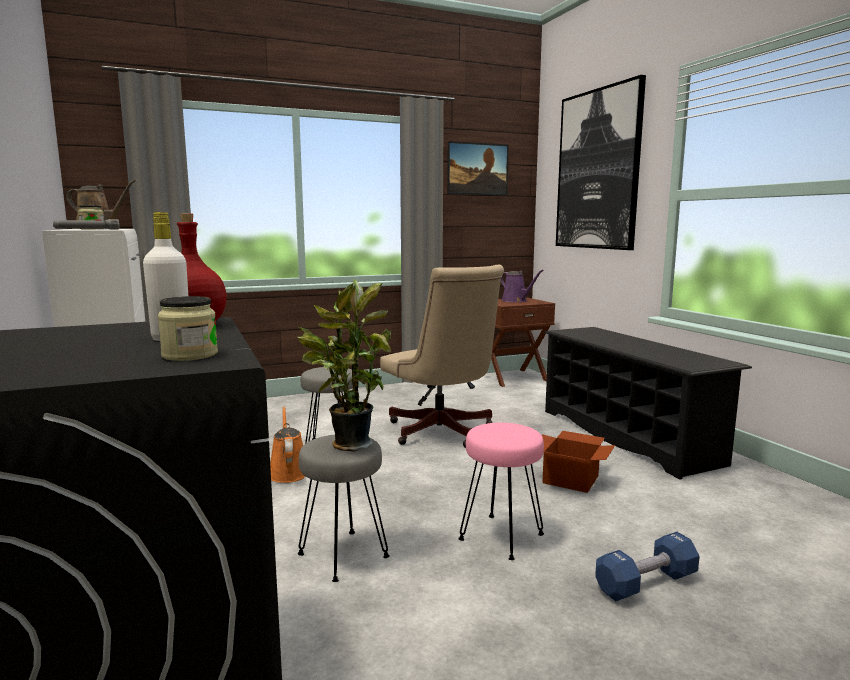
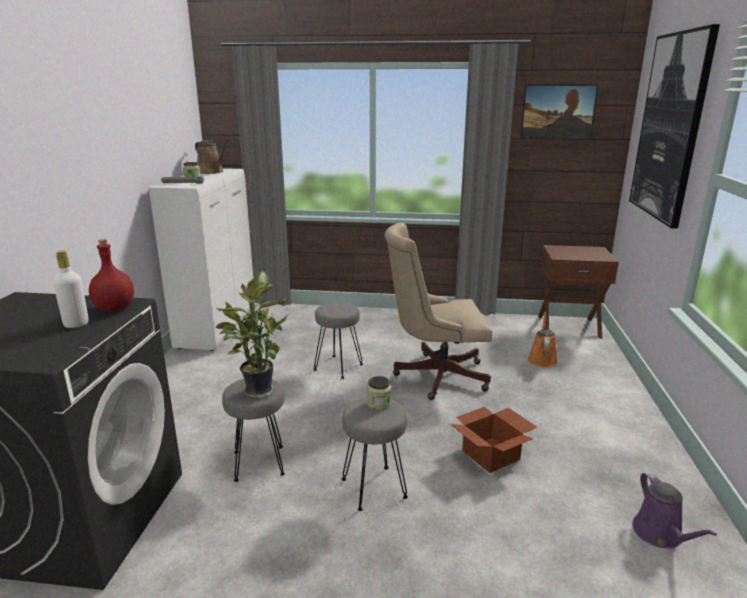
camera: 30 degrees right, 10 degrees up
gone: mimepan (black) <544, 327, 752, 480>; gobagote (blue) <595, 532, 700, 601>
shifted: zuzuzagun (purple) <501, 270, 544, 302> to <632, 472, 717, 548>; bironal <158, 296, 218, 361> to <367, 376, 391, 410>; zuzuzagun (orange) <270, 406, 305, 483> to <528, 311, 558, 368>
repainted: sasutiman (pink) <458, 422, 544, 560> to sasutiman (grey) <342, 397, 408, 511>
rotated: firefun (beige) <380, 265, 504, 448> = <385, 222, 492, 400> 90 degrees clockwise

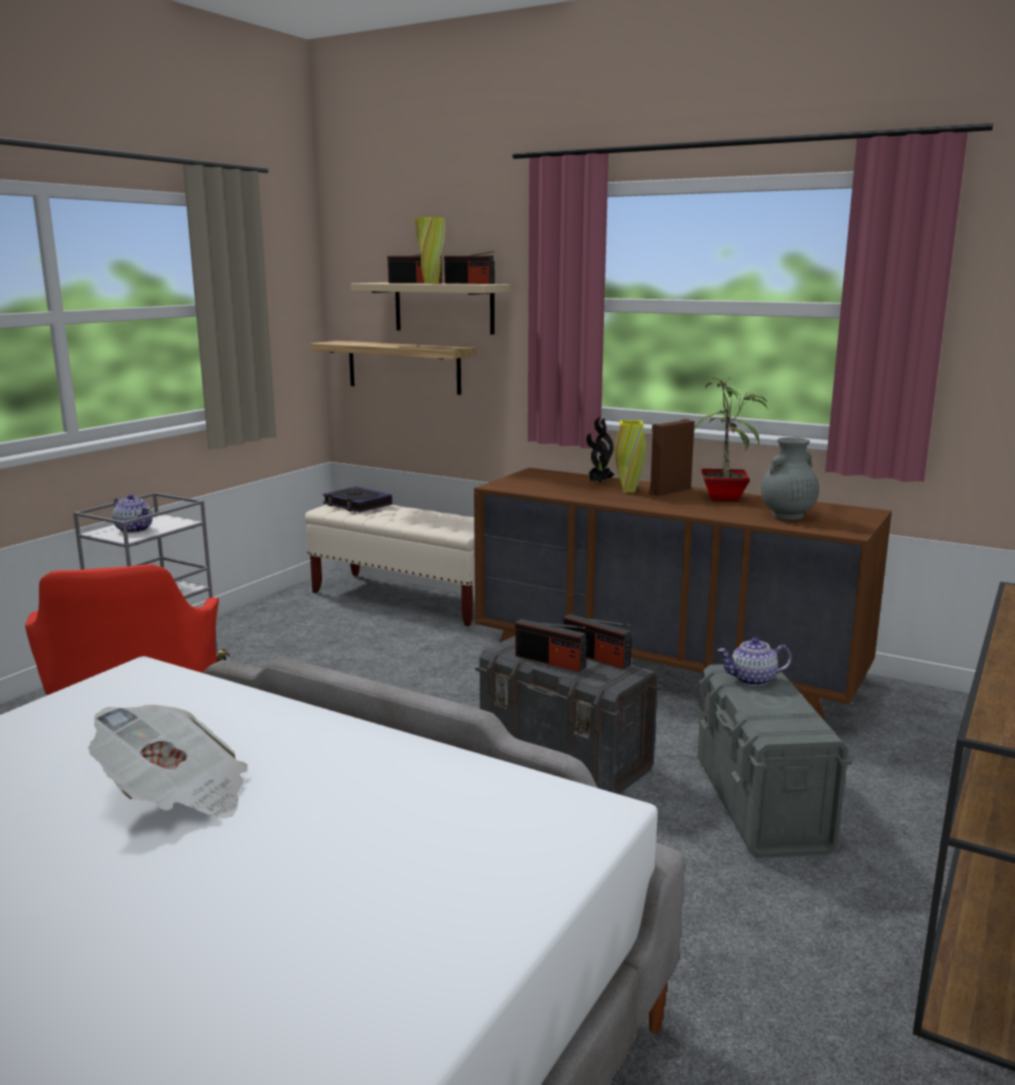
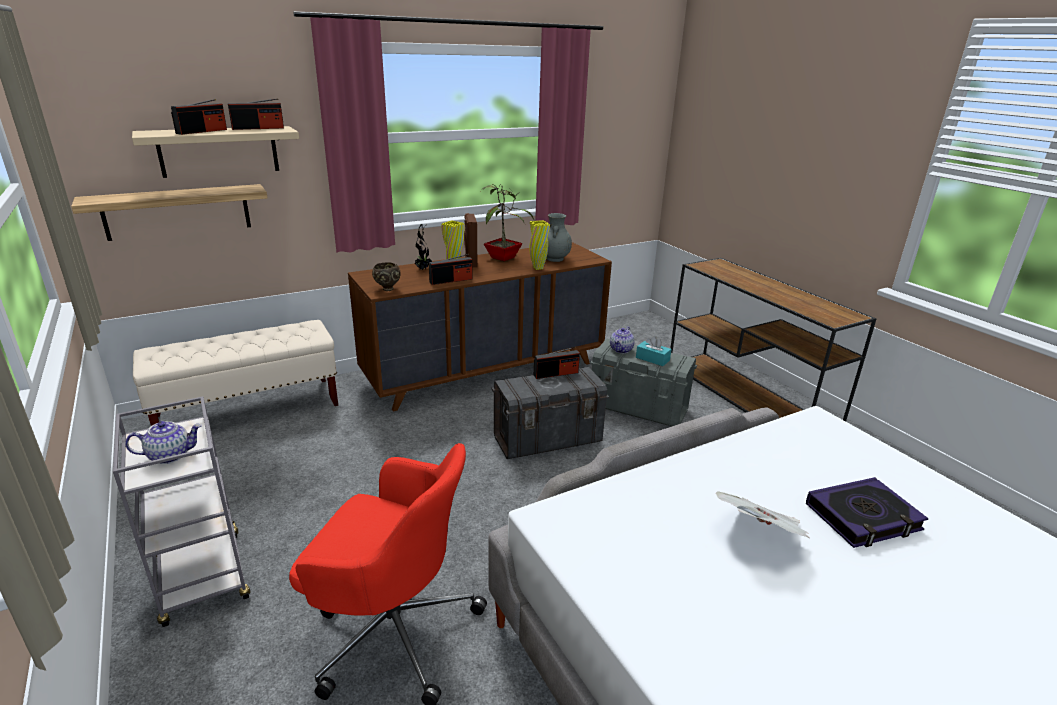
camera: 60 degrees left, 10 degrees up
new: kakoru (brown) <372, 262, 401, 291>; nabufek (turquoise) <636, 336, 671, 366>
shifted: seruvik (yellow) <415, 217, 445, 284> to <529, 220, 550, 270>; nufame <323, 487, 392, 512> to <806, 477, 929, 548>; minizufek <515, 619, 587, 672> to <429, 254, 473, 285>

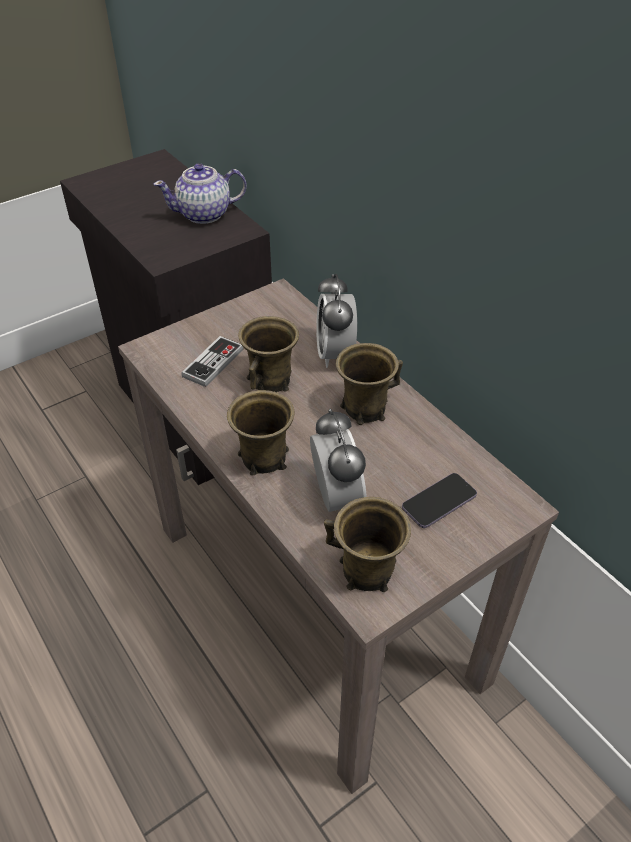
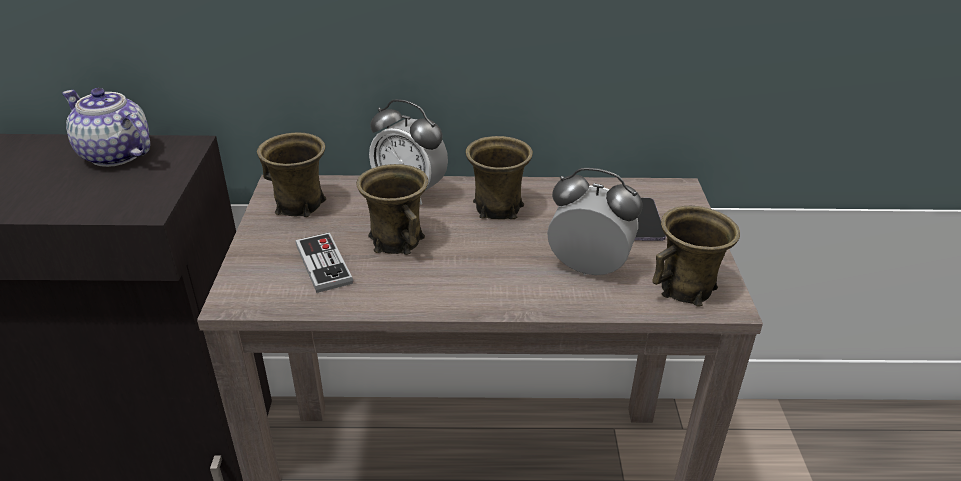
camera: 55 degrees left, 10 degrees down
shifted: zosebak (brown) <227, 390, 294, 475> to <257, 133, 326, 217>
rotated: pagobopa <153, 163, 247, 224> = <62, 88, 150, 167> 105 degrees clockwise

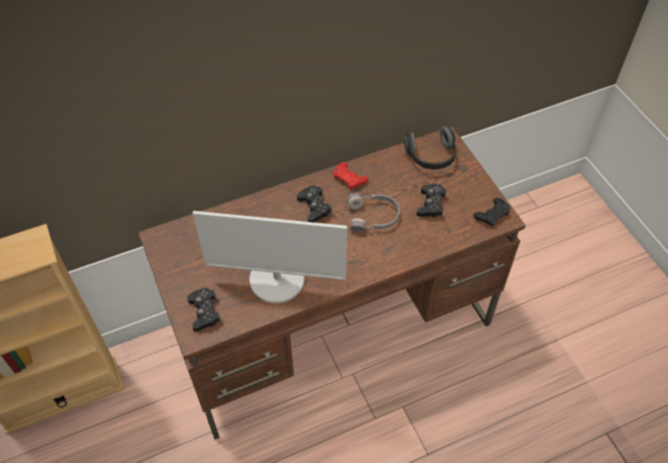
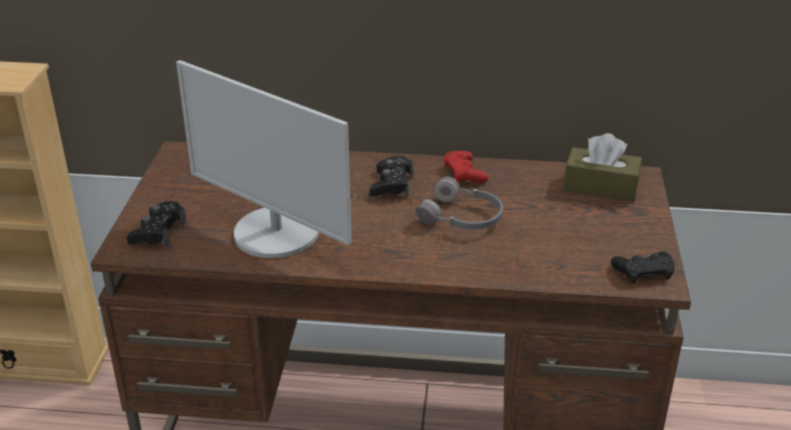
camera: 30 degrees right, 20 degrees down
gone: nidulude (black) <417, 184, 447, 217>
swapped: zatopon <404, 126, 456, 170> to nabufek (brown) <563, 133, 642, 202>

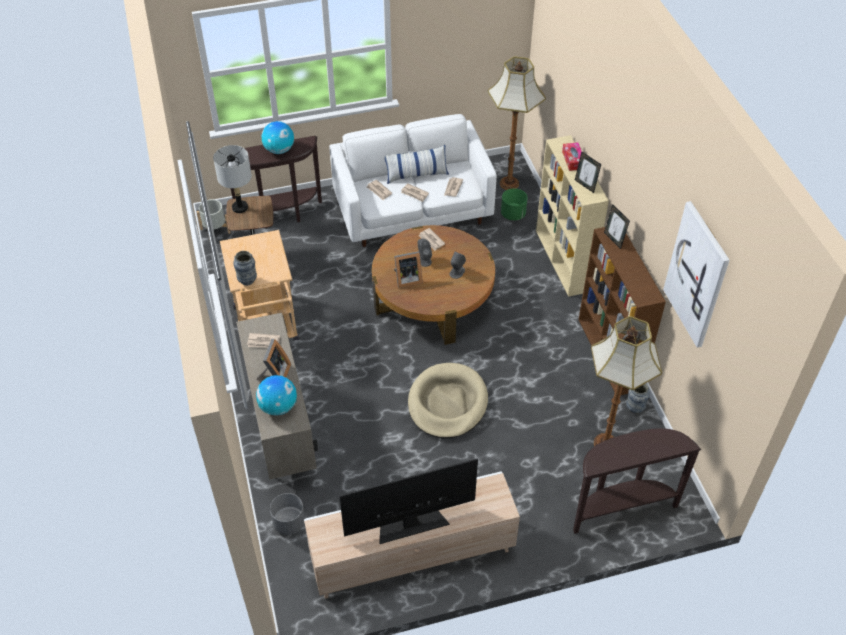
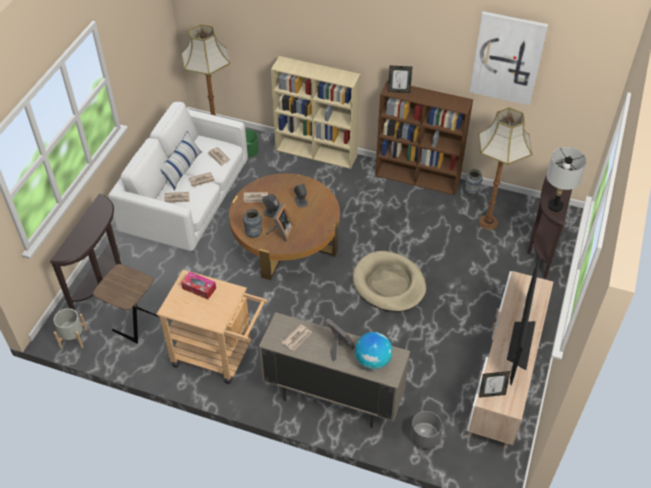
camera: 55 degrees left, 0 degrees up
gone: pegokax <262, 121, 294, 154>
shifted: nabufek <562, 142, 581, 171> to <181, 272, 216, 299>; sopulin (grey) <213, 145, 252, 213> to <547, 147, 587, 212>; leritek <575, 151, 601, 193> to <479, 371, 510, 398>; seruvik <233, 251, 257, 286> to <243, 209, 262, 238>

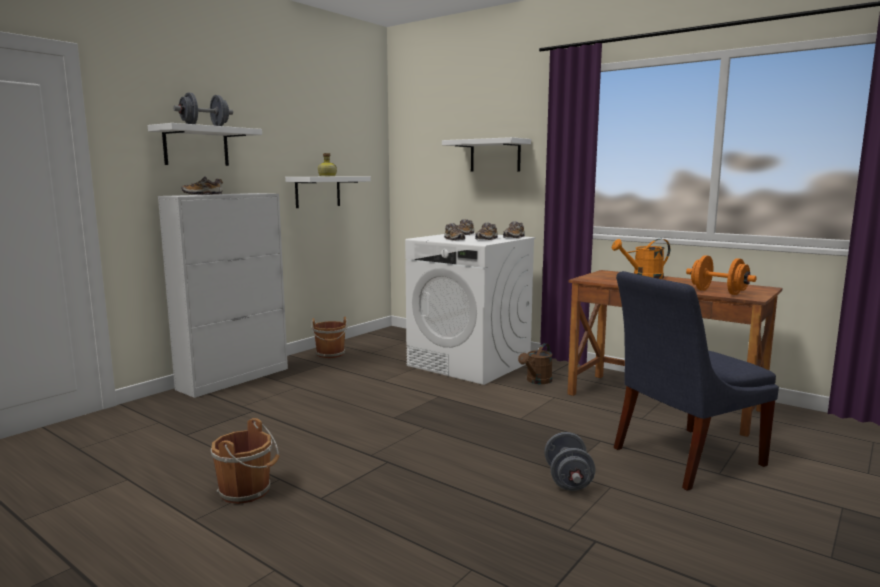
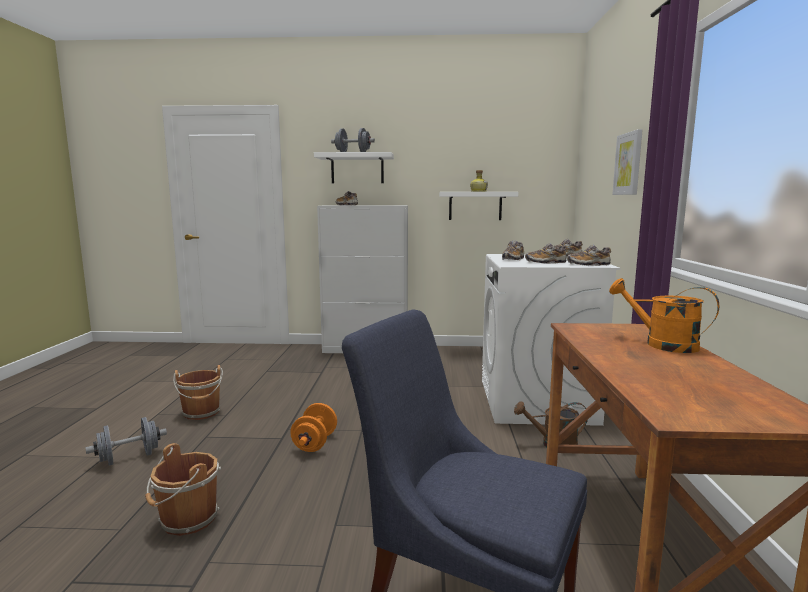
camera: 55 degrees right, 0 degrees up
shifted: gobagote (orange) <686, 255, 757, 295> to <290, 403, 337, 452>; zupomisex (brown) <311, 317, 348, 358> to <145, 443, 221, 536>; gobagote (grey) <544, 432, 596, 491> to <85, 417, 167, 466>
swapped: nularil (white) <442, 137, 531, 172> to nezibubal <612, 129, 643, 195>

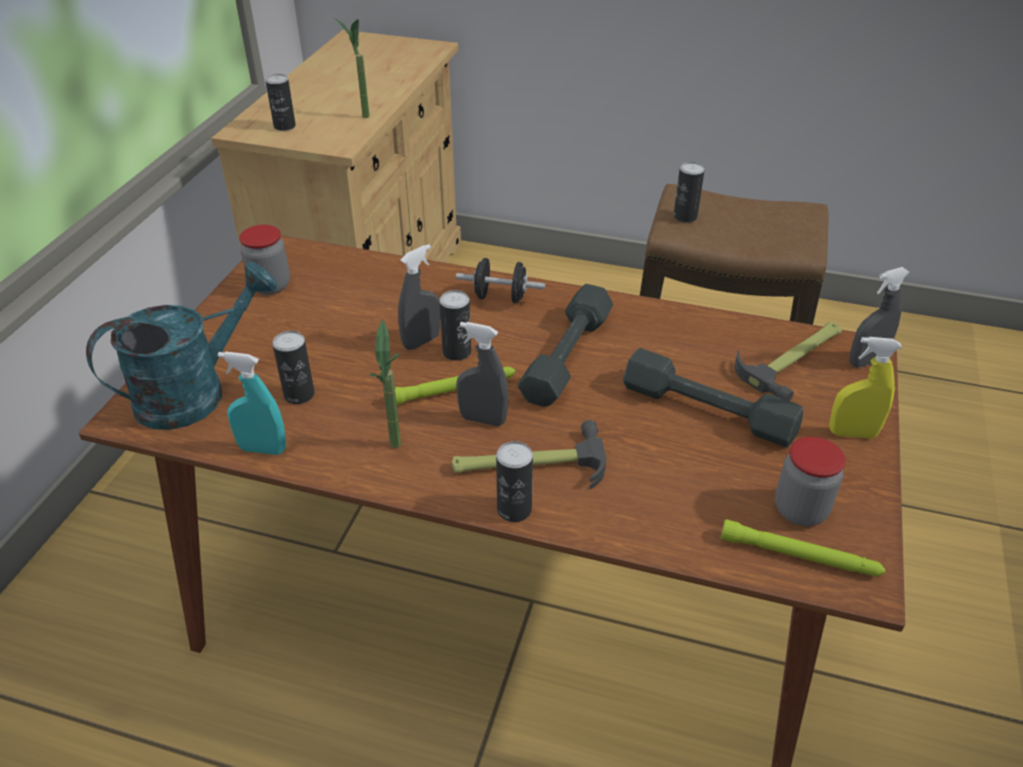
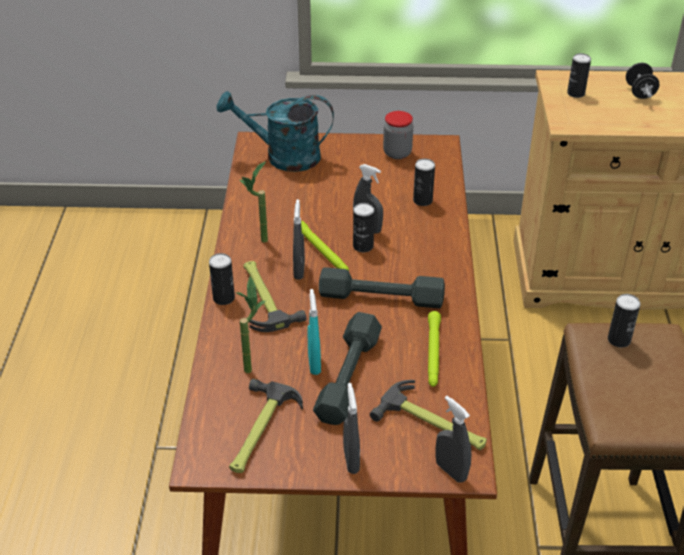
camera: 75 degrees right, 0 degrees up
shifted: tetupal <335, 18, 370, 118> to <236, 276, 266, 373>; gobagote (black) <456, 258, 545, 304> to <626, 63, 659, 99>; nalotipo <272, 331, 315, 404> to <413, 158, 435, 206>; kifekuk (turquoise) <218, 352, 286, 455> to <307, 289, 321, 375>; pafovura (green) <721, 519, 885, 576> to <428, 311, 441, 387>
swapped: bironal <775, 437, 846, 526> to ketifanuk <229, 379, 303, 473>
repainted: kifekuk (yellow) <829, 337, 902, 439> to kifekuk (grey) <343, 383, 360, 474>
rotated: zuzuzagun (turquoise) <86, 262, 277, 430> = <217, 91, 334, 172> 150 degrees clockwise

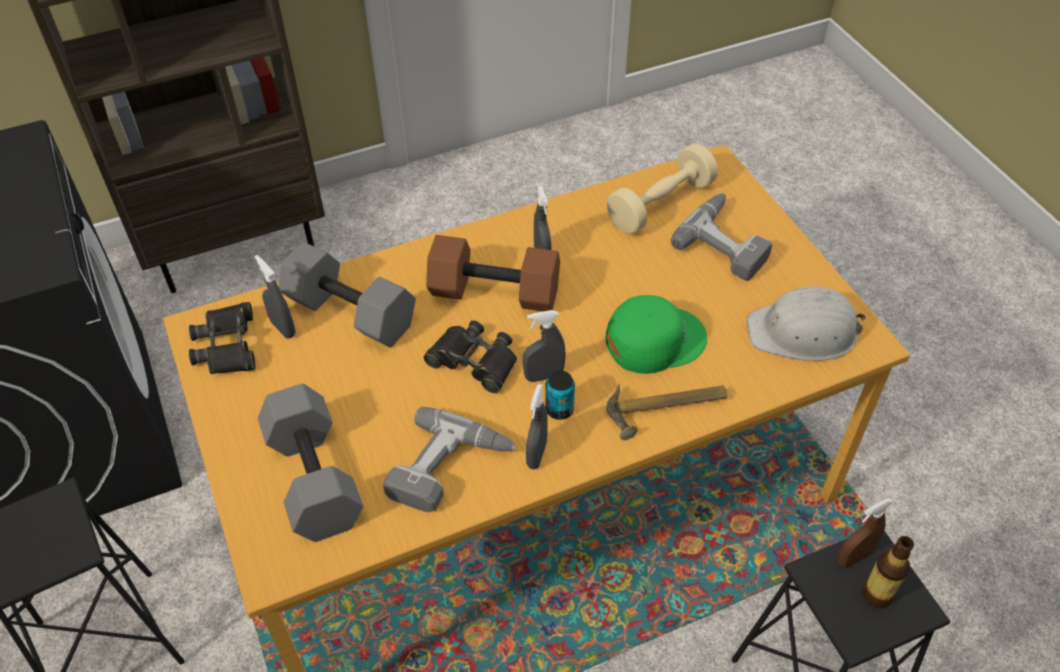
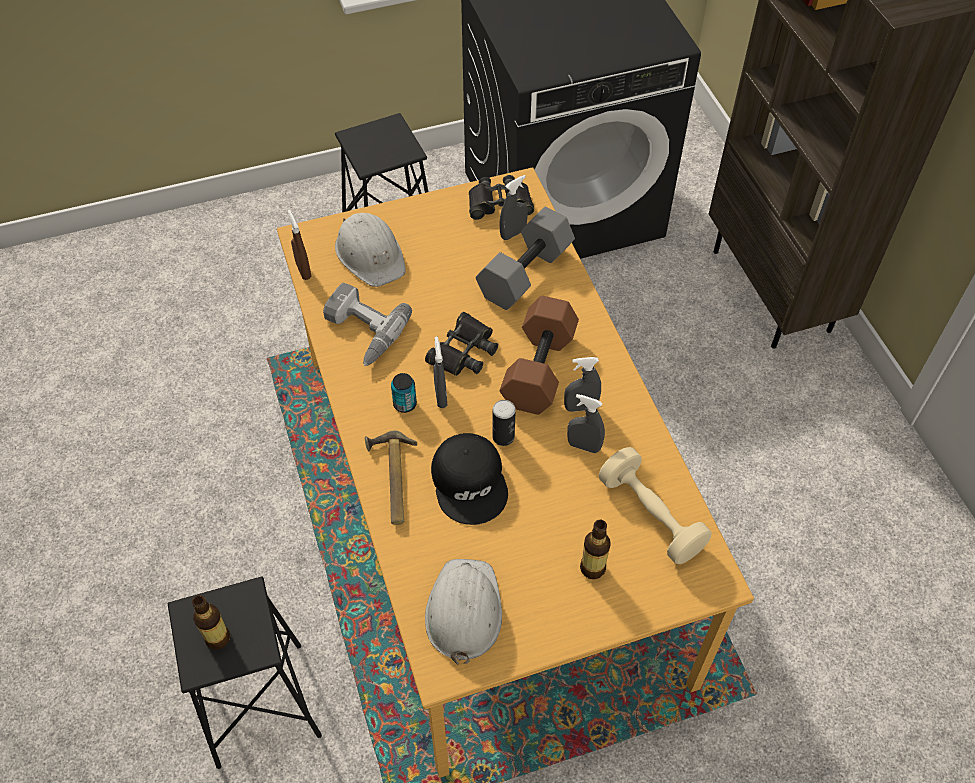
camera: 95 degrees right, 5 degrees up
new: nalotipo <492, 400, 516, 446>
shifted: kifekuk (grey) <526, 384, 548, 469> to <567, 394, 605, 453>; kifekuk (brown) <838, 498, 893, 568> to <288, 210, 311, 280>
swapped: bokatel <671, 193, 772, 281> to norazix <580, 520, 610, 579>; gobagote (grey) <258, 384, 363, 542> to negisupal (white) <335, 213, 406, 287>
repainted: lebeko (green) <606, 295, 707, 374> to lebeko (black) <431, 433, 508, 525>

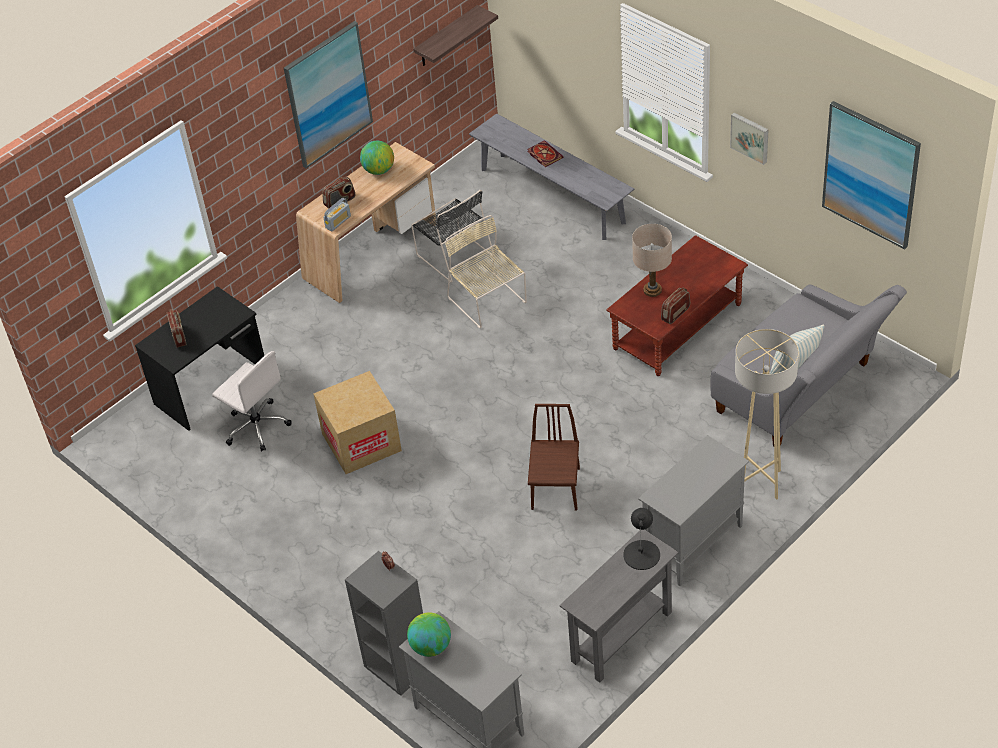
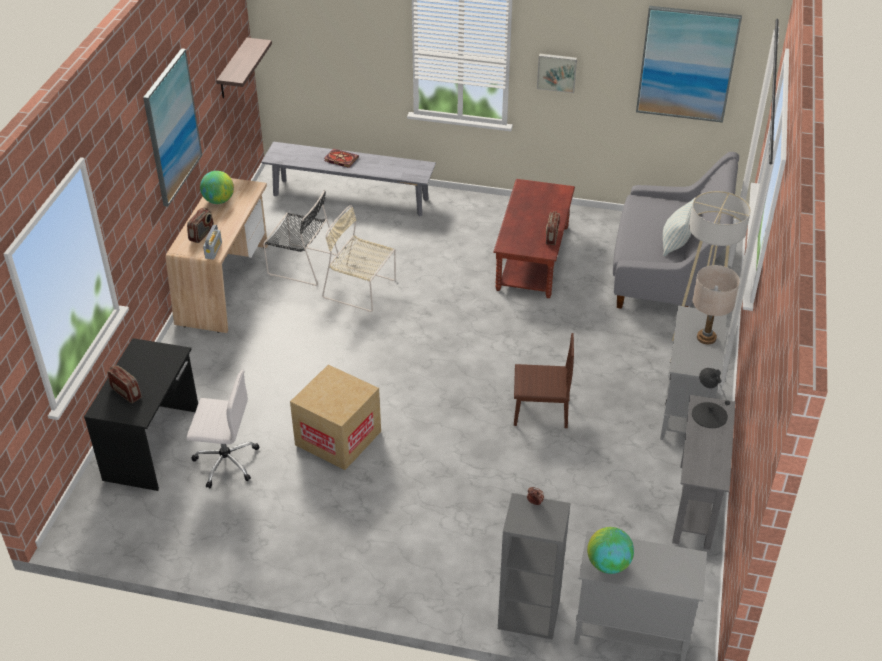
camera: 35 degrees left, 5 degrees down
shifted: sopulin (beige) <632, 224, 672, 297> to <693, 265, 740, 344>
rotated: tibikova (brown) <528, 404, 580, 511> = <514, 333, 574, 428> 120 degrees clockwise

